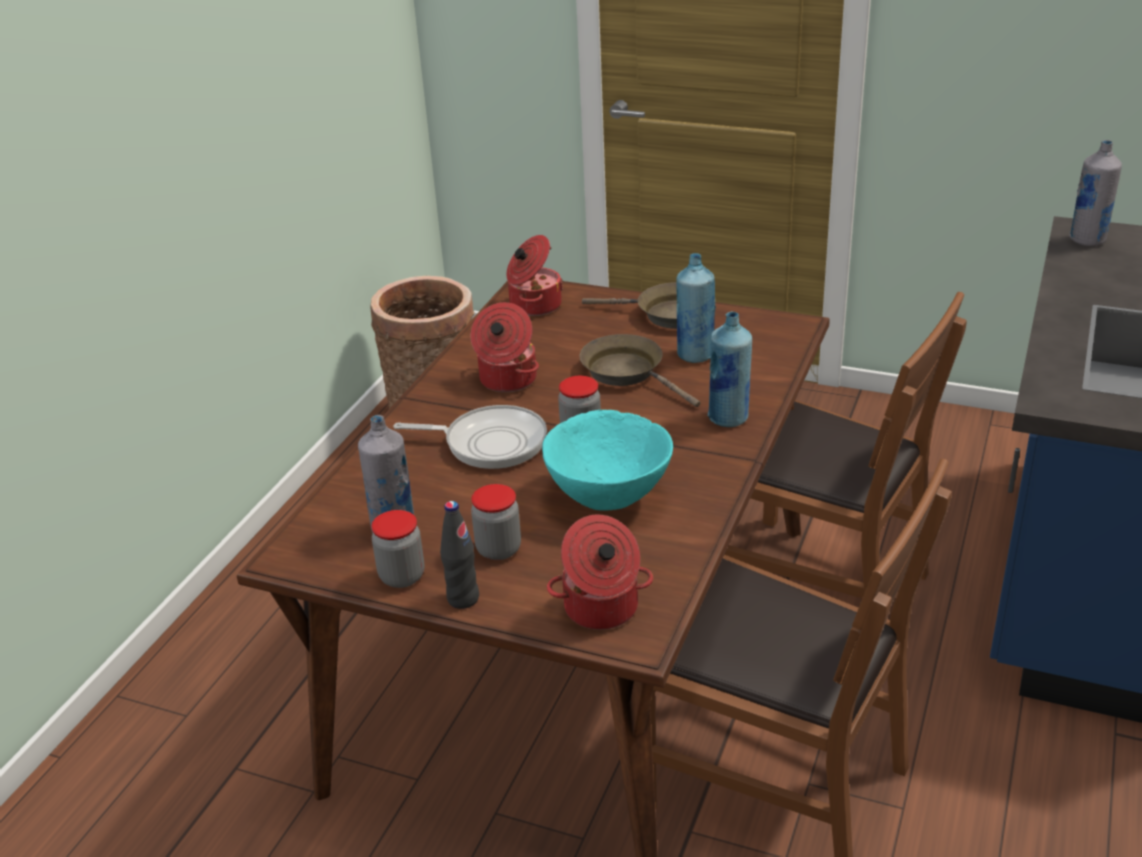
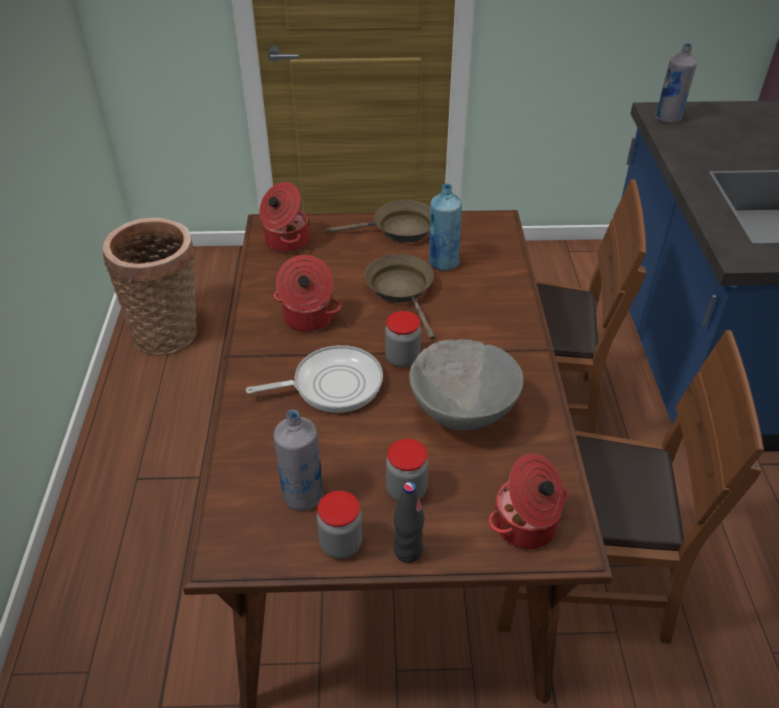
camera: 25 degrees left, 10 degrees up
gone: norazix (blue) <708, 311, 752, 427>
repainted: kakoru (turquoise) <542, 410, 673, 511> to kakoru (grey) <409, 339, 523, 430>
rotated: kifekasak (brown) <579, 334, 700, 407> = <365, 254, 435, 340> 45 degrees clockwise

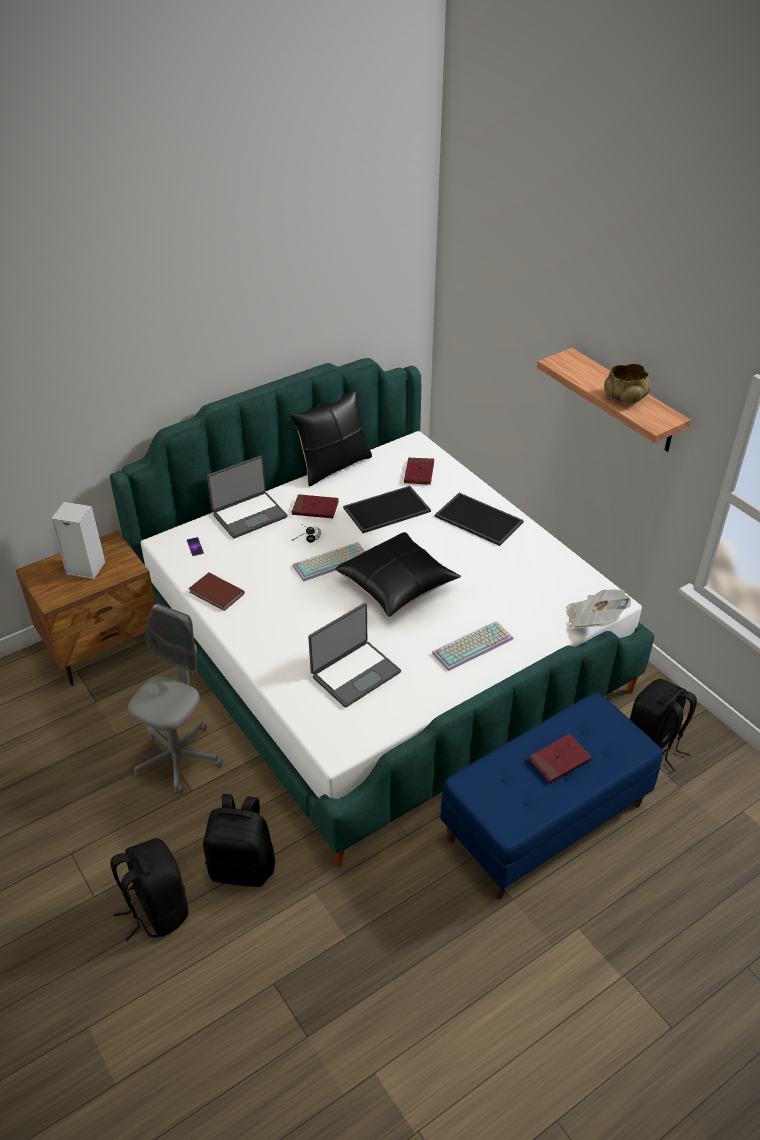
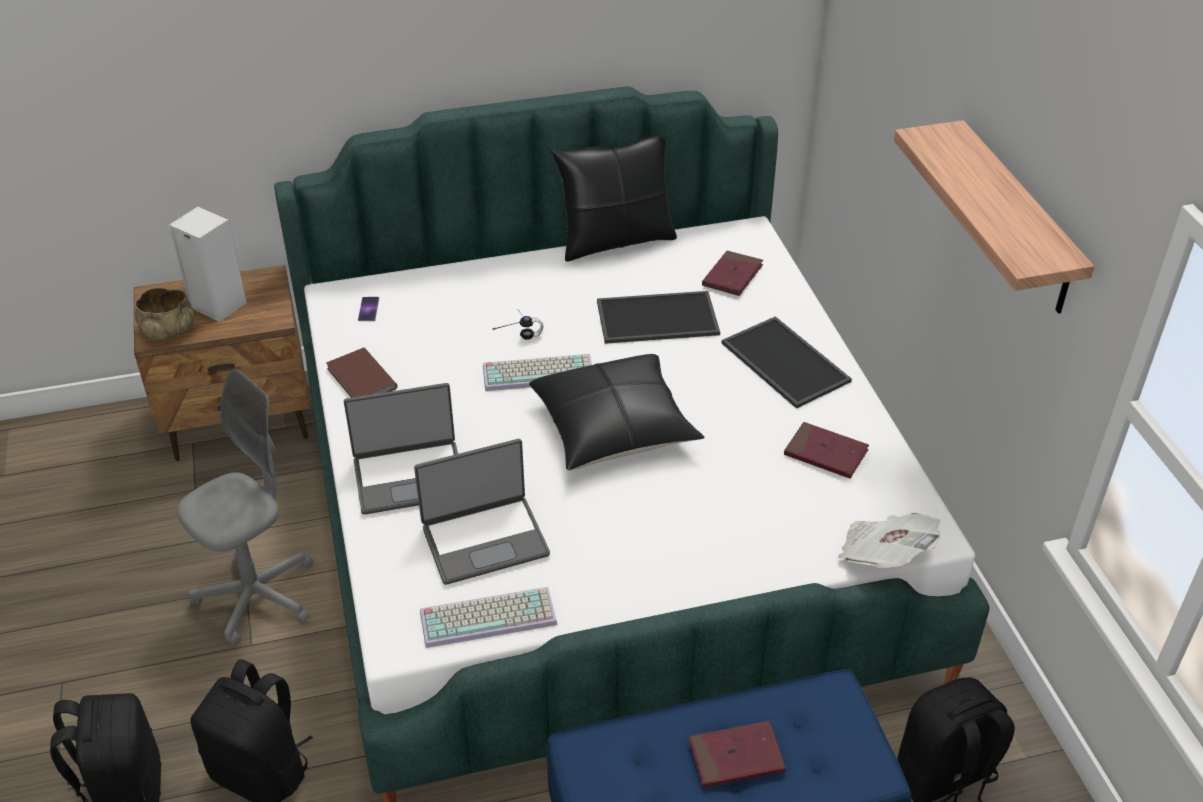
camera: 20 degrees right, 0 degrees up
shifted: kakoru (beige) <604, 363, 651, 404> to <135, 288, 195, 340>; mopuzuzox <207, 456, 287, 538> to <344, 383, 458, 515>; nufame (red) <292, 494, 339, 518> to <784, 422, 869, 478>; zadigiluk <432, 621, 513, 671> to <420, 587, 558, 648>

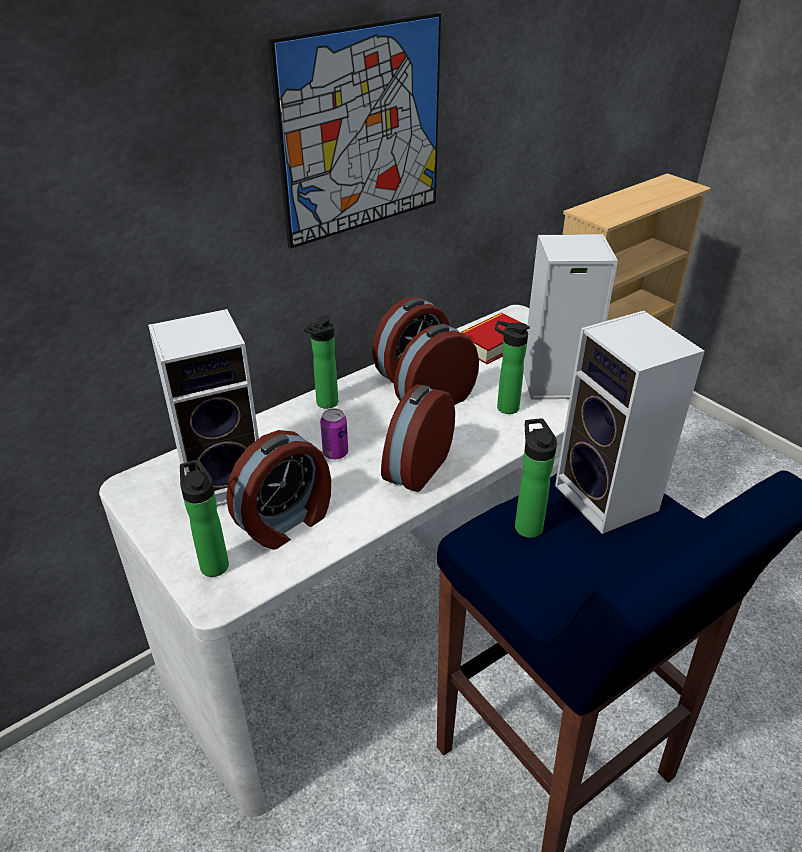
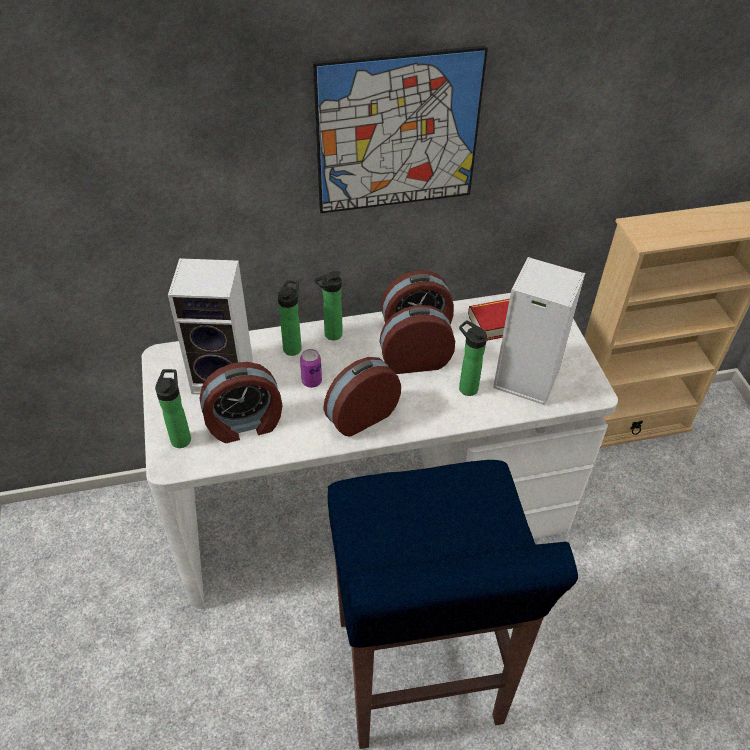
camera: 25 degrees right, 10 degrees up
gone: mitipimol <555, 311, 705, 534>
shifted: norazix <515, 418, 557, 538> to <278, 280, 302, 356>

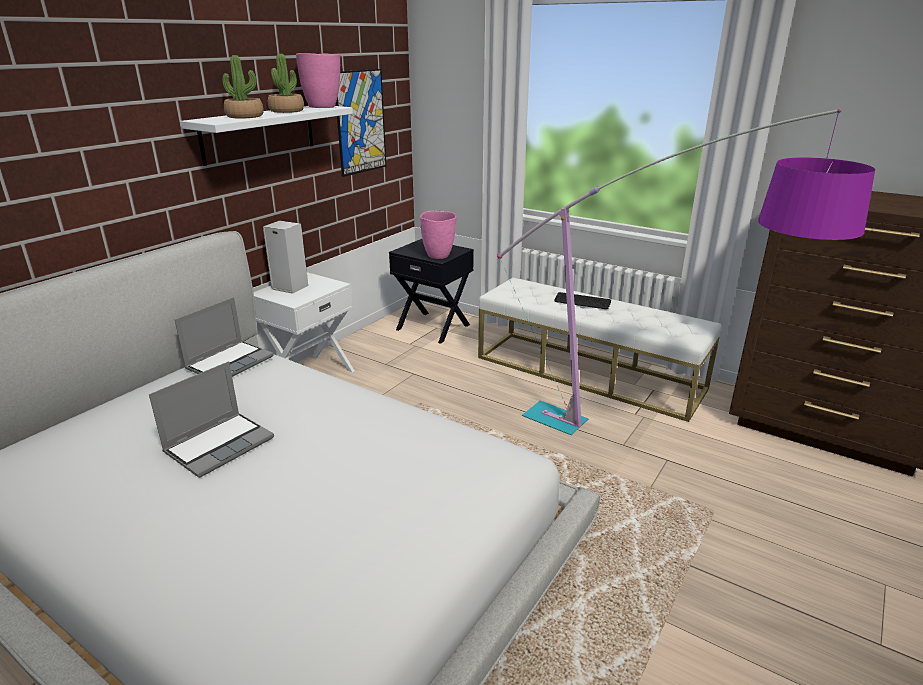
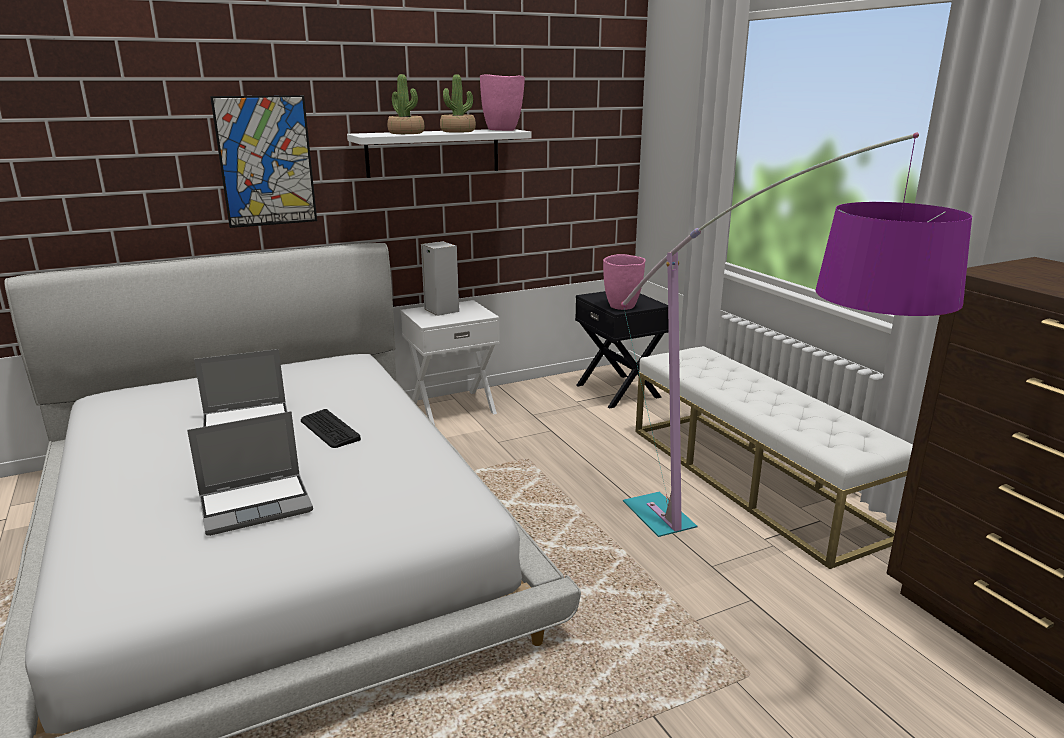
camera: 30 degrees right, 5 degrees down
shifted: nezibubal <336, 69, 386, 177> to <210, 95, 317, 228>; zadigiluk <554, 292, 611, 309> to <301, 409, 361, 448>; mopuzuzox <175, 297, 274, 377> to <187, 411, 313, 536>

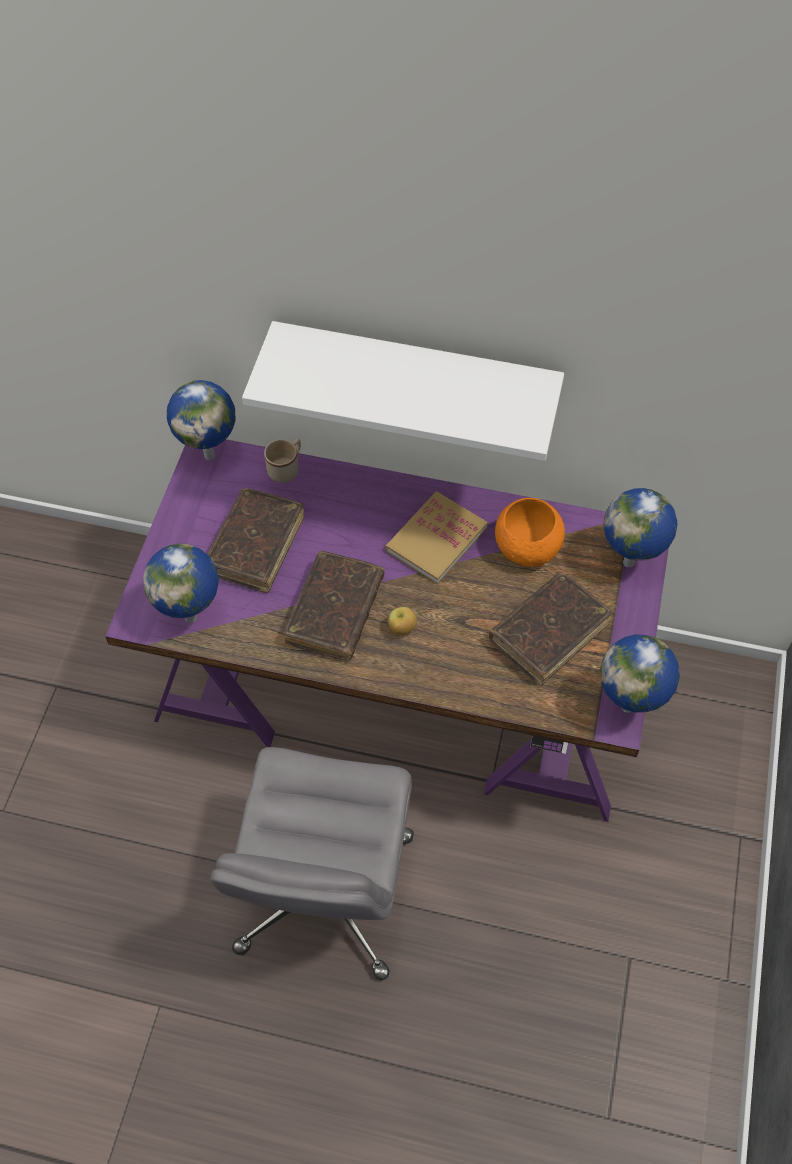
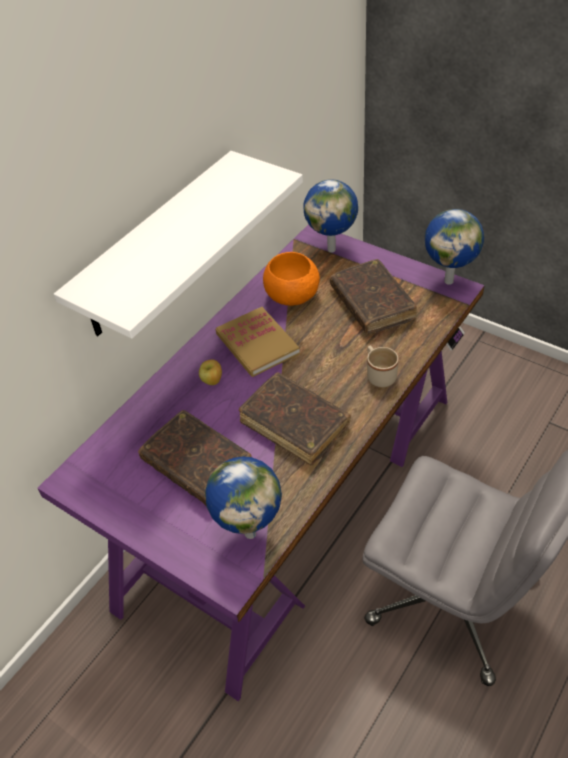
camera: 65 degrees left, 10 degrees down
gone: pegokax <167, 380, 236, 460>
shifted: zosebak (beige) <264, 438, 301, 482> to <367, 346, 399, 387>; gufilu <388, 607, 417, 635> to <199, 360, 222, 385>

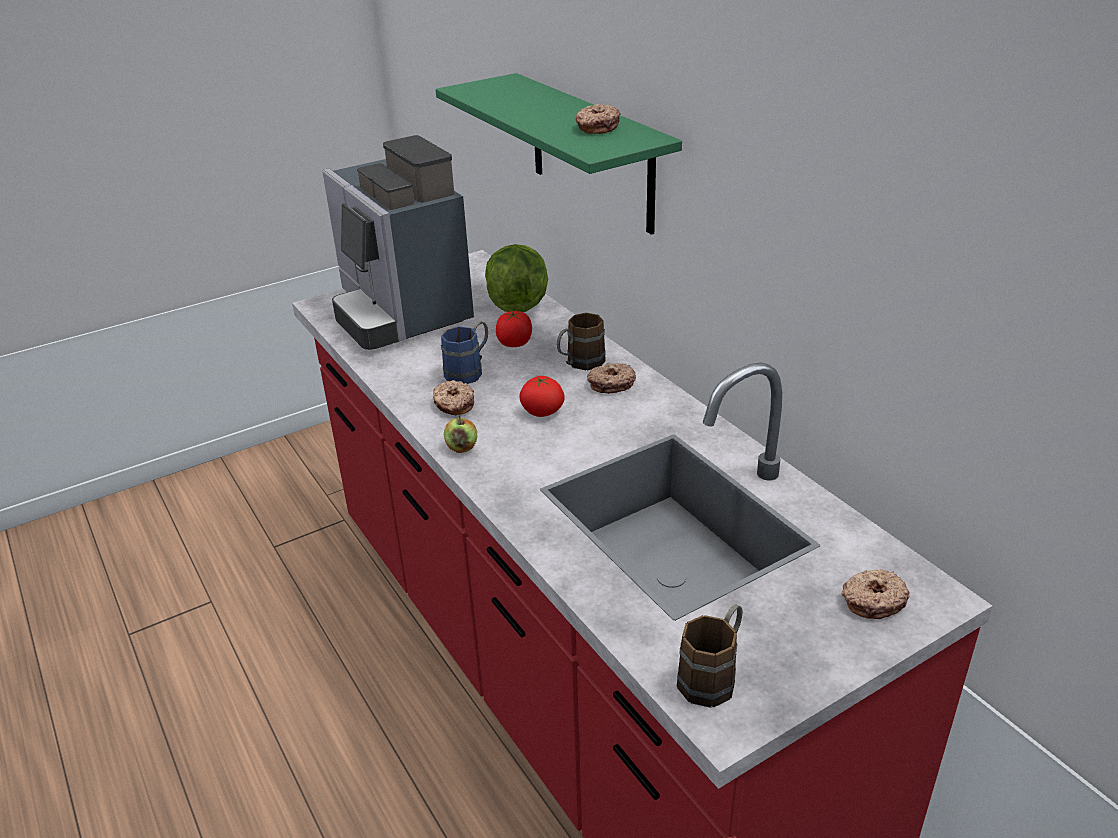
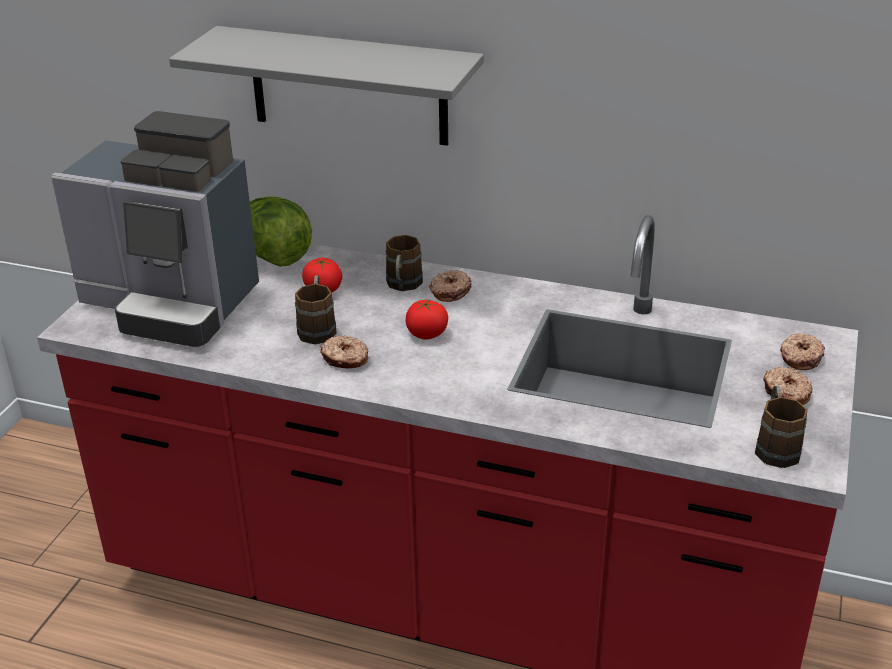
camera: 40 degrees left, 0 degrees up
gone: gufilu <444, 415, 477, 453>
shifted: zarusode <575, 104, 620, 134> to <763, 367, 813, 405>
repainted: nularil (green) <436, 73, 682, 235> to nularil (grey) <169, 26, 484, 146>; zosebak (blue) <441, 321, 488, 384> to zosebak (brown) <295, 275, 337, 344>

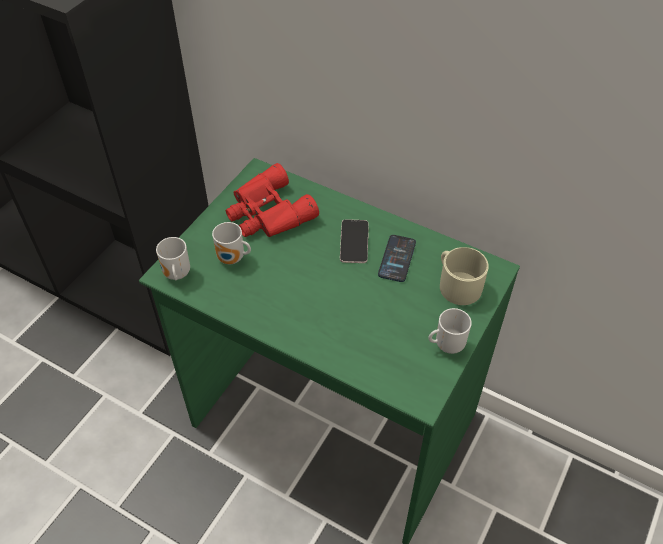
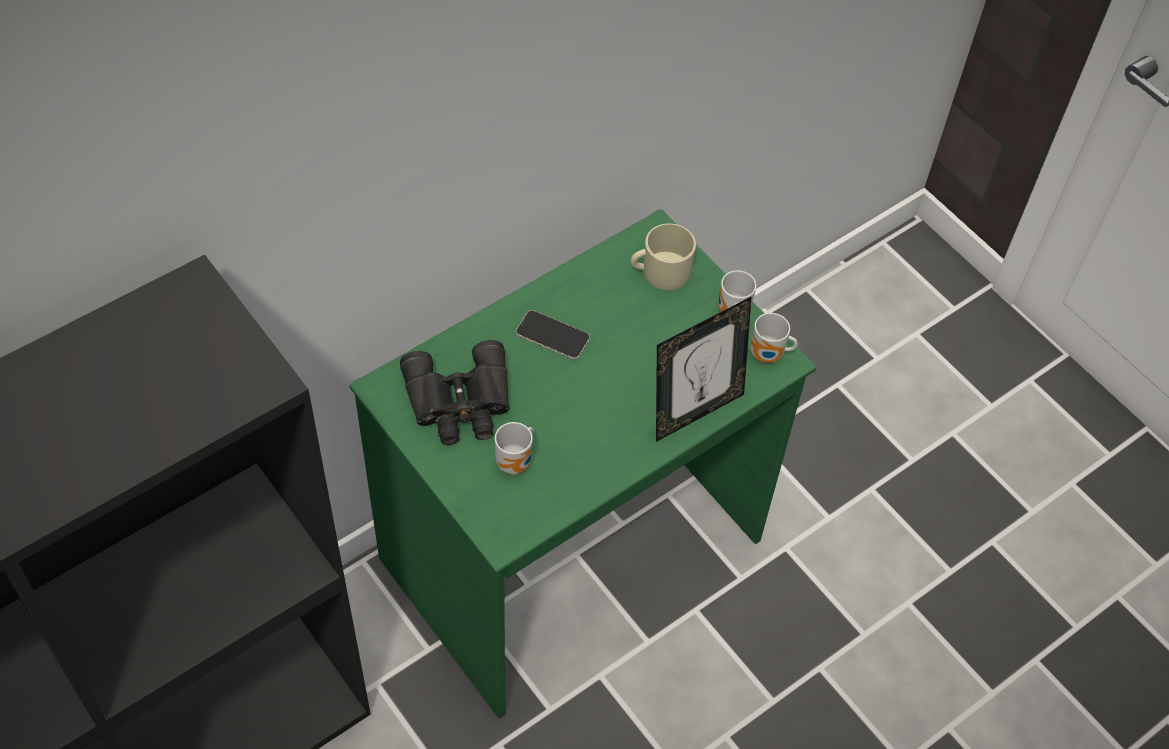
camera: 70 degrees left, 5 degrees up
gone: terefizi <378, 235, 416, 282>
new: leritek <656, 296, 752, 442>
shifted: zosebak <156, 237, 190, 281> to <751, 313, 798, 363>
repainted: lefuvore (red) <225, 163, 319, 237> to lefuvore (black) <400, 340, 509, 445>

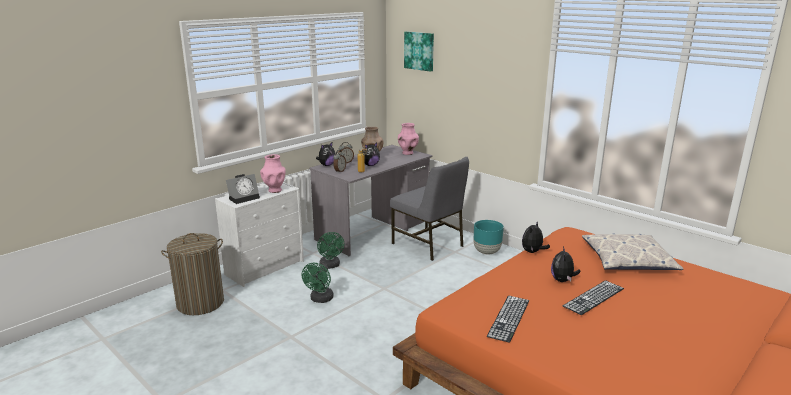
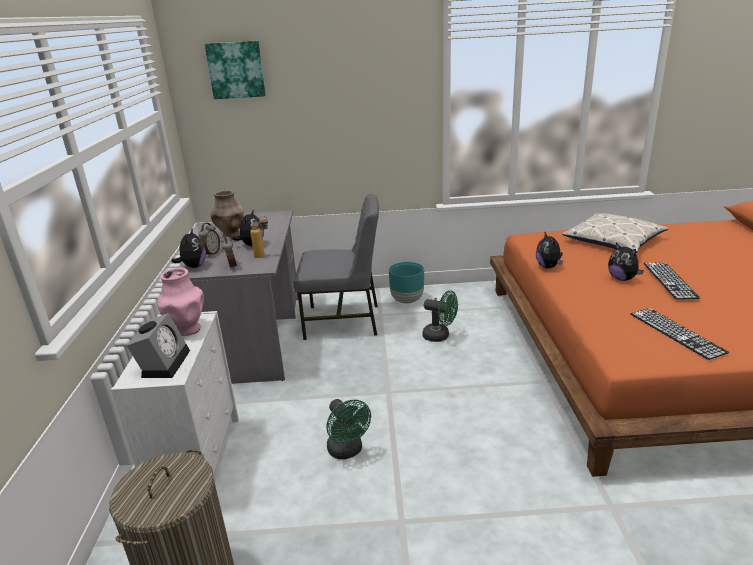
camera: 45 degrees left, 5 degrees up
gone: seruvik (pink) <398, 123, 419, 155>
shifted: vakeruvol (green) <317, 232, 344, 269> to <422, 290, 458, 342>

